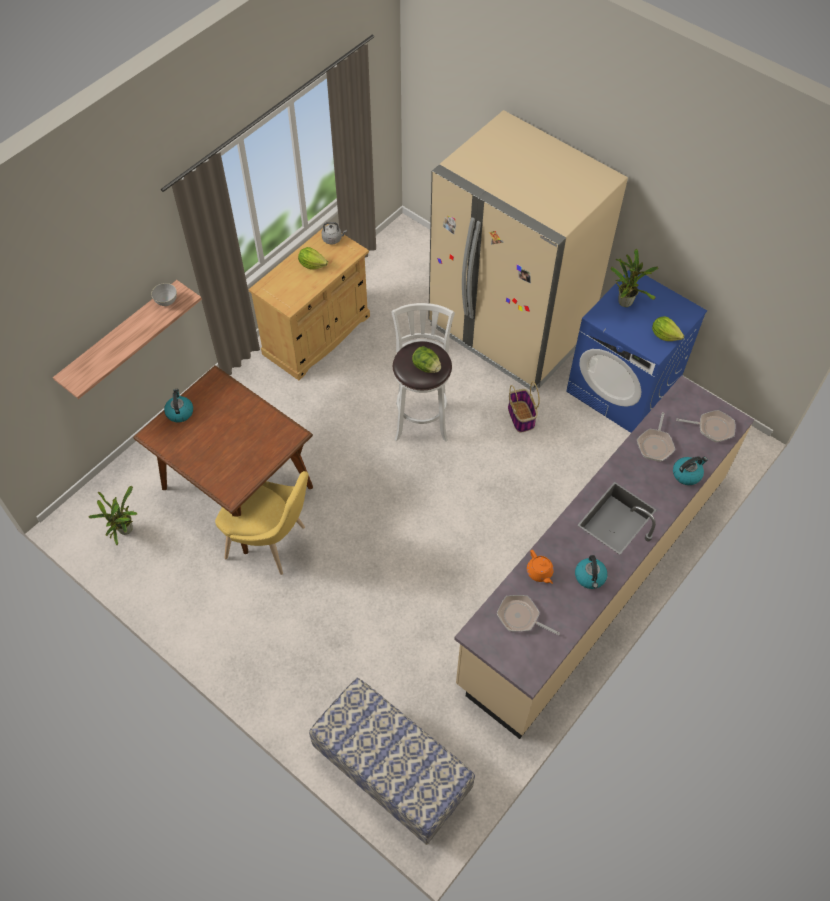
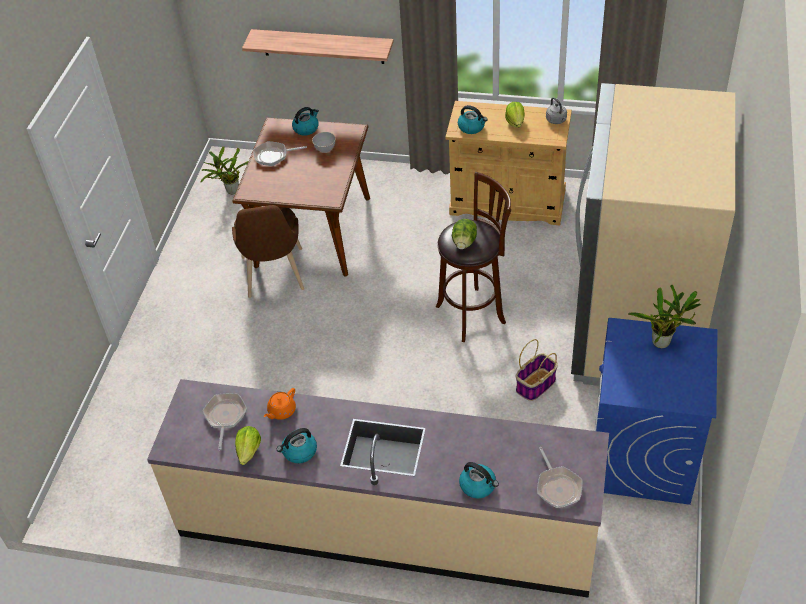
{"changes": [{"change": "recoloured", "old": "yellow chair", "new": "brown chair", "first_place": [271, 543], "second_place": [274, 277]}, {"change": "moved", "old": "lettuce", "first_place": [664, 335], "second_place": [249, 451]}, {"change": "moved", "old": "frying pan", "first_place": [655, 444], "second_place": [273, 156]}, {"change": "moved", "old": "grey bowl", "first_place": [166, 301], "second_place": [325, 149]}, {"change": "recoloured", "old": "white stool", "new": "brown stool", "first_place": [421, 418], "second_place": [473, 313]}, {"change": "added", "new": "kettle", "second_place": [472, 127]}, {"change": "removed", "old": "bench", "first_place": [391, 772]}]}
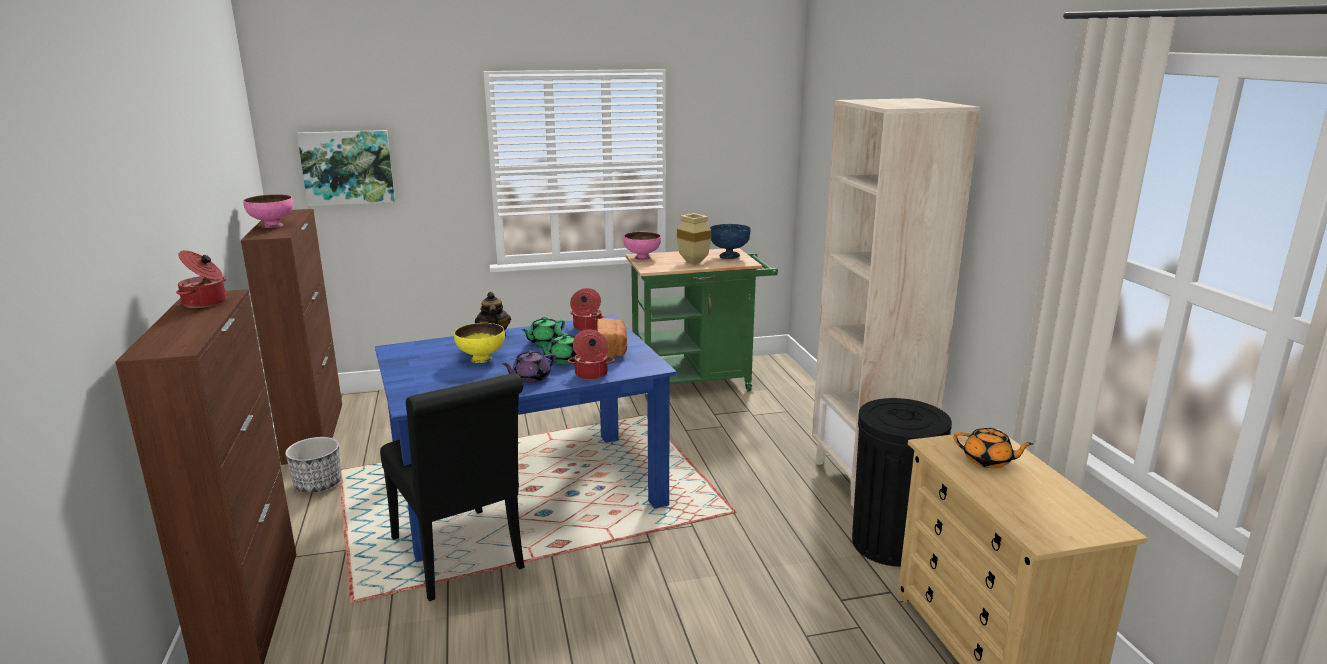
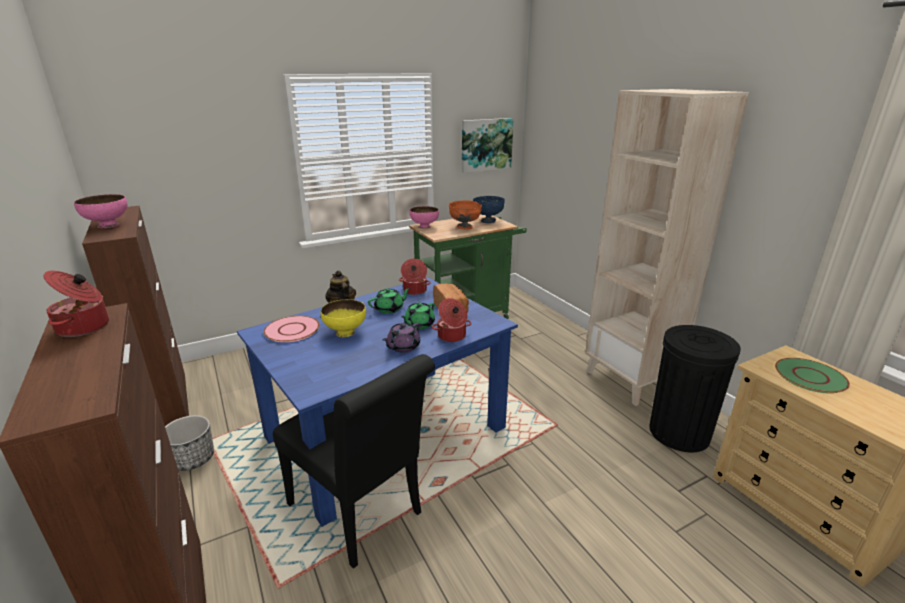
{"changes": [{"change": "added", "new": "pink plate", "second_place": [292, 330]}, {"change": "turned", "old": "green teapot", "first_place": [544, 342], "second_place": [389, 309], "degrees": -150}, {"change": "replaced", "old": "beige vase", "new": "orange bowl", "first_place": [691, 262], "second_place": [464, 227]}, {"change": "moved", "old": "picture", "first_place": [347, 167], "second_place": [486, 144]}, {"change": "replaced", "old": "orange teapot", "new": "green plate", "first_place": [988, 461], "second_place": [810, 376]}]}
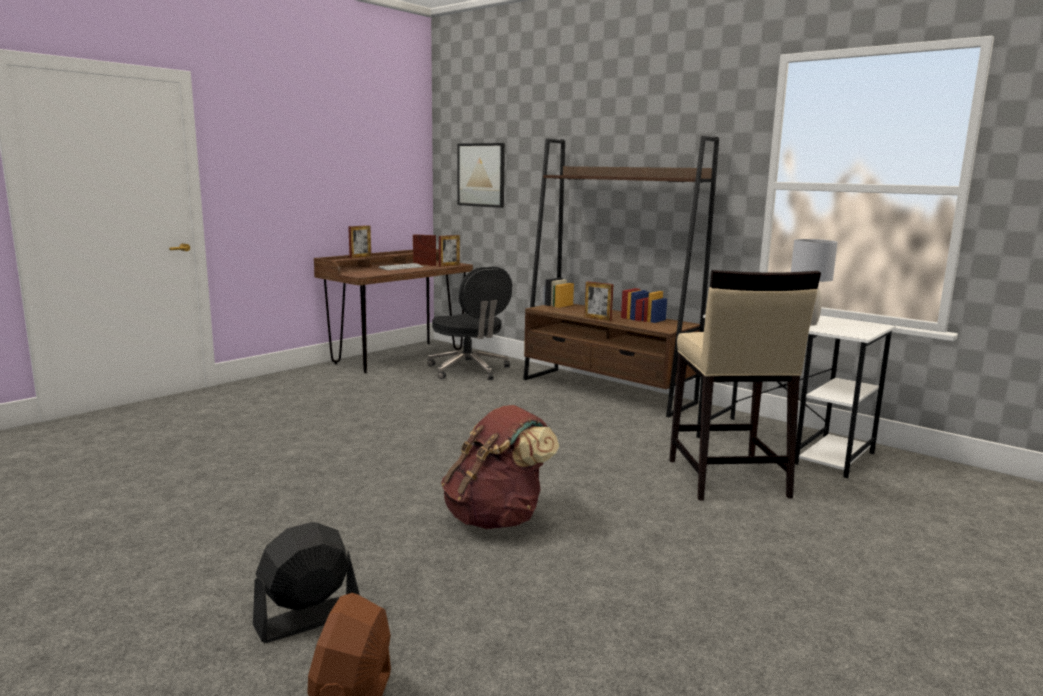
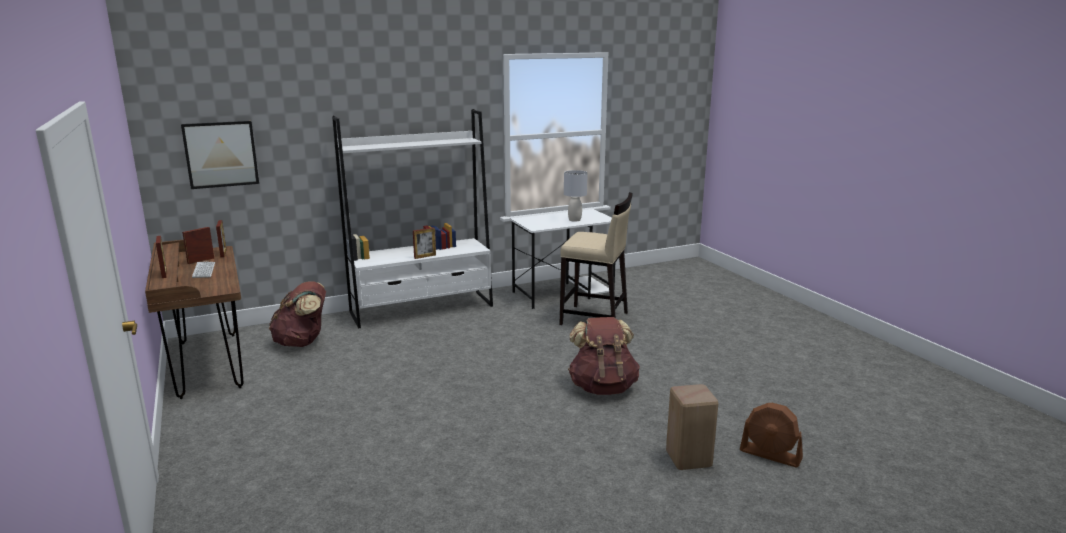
{"changes": [{"change": "replaced", "old": "black office chair", "new": "brown backpack", "first_place": [469, 370], "second_place": [302, 342]}, {"change": "recoloured", "old": "brown bookcase", "new": "white bookcase", "first_place": [607, 391], "second_place": [422, 309]}, {"change": "replaced", "old": "black fan", "new": "beige stool", "first_place": [308, 618], "second_place": [690, 459]}]}
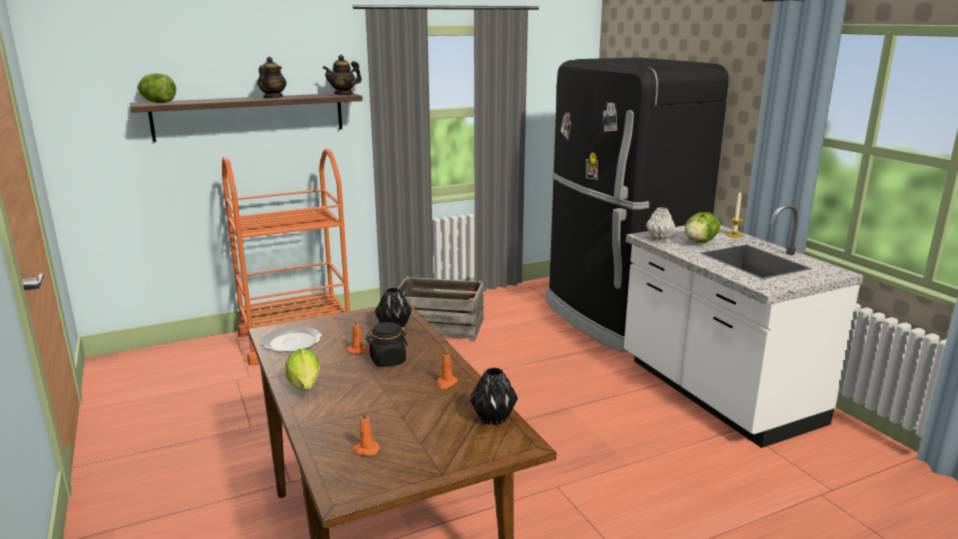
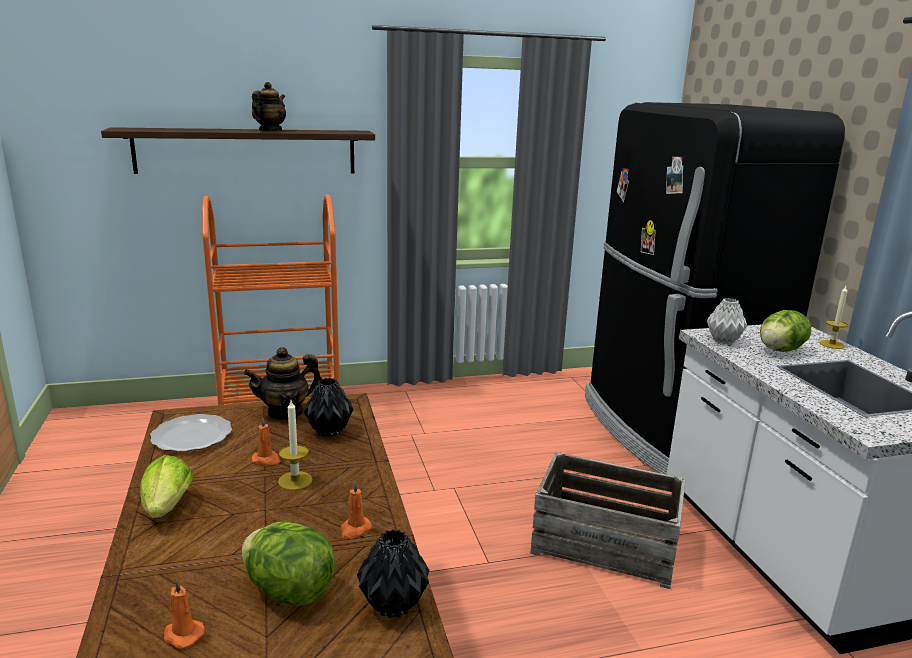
{"changes": [{"change": "moved", "old": "lettuce", "first_place": [158, 103], "second_place": [289, 591]}, {"change": "moved", "old": "teapot", "first_place": [343, 94], "second_place": [286, 412]}, {"change": "replaced", "old": "black jar", "new": "candle", "first_place": [387, 360], "second_place": [295, 481]}, {"change": "moved", "old": "crate", "first_place": [439, 326], "second_place": [605, 542]}]}
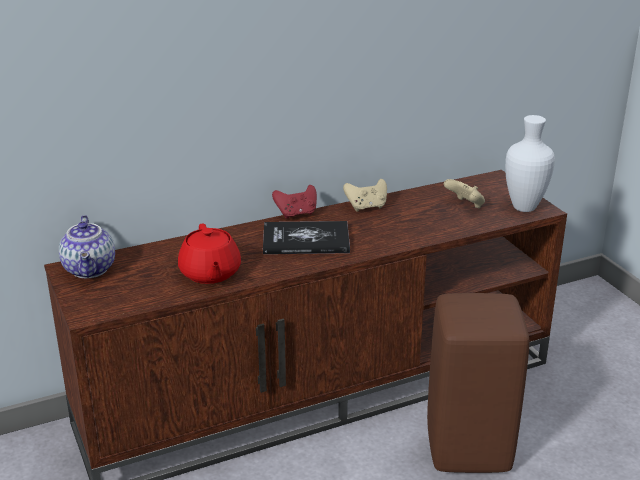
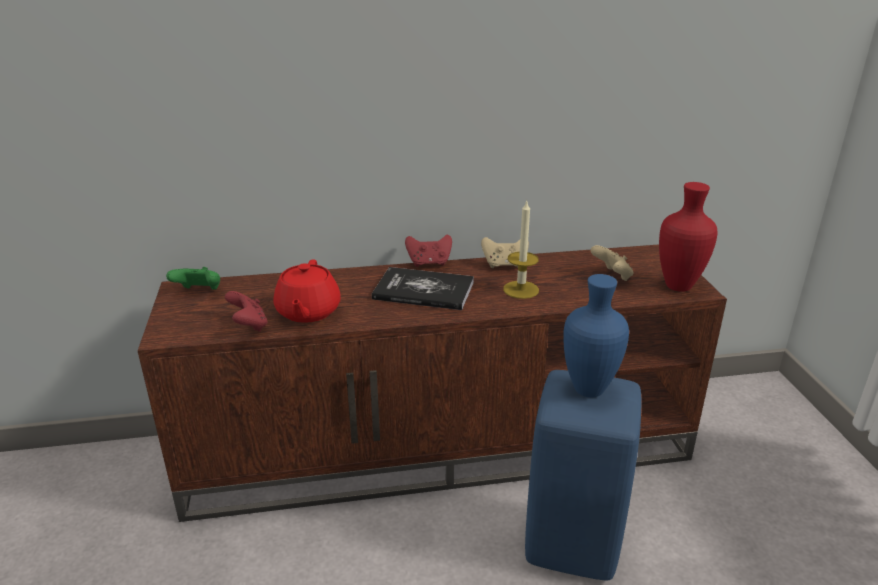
{"changes": [{"change": "replaced", "old": "teapot", "new": "green game controller", "first_place": [91, 269], "second_place": [199, 292]}, {"change": "added", "new": "red game controller", "second_place": [249, 325]}, {"change": "added", "new": "candle", "second_place": [521, 289]}, {"change": "recoloured", "old": "brown stool", "new": "blue stool", "first_place": [469, 448], "second_place": [574, 543]}, {"change": "added", "new": "blue vase", "second_place": [588, 391]}, {"change": "recoloured", "old": "white vase", "new": "red vase", "first_place": [525, 208], "second_place": [679, 287]}]}
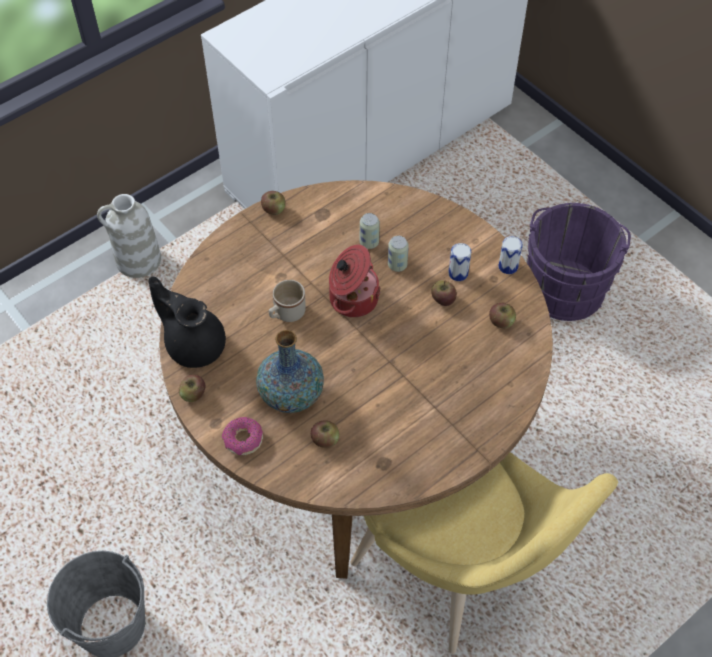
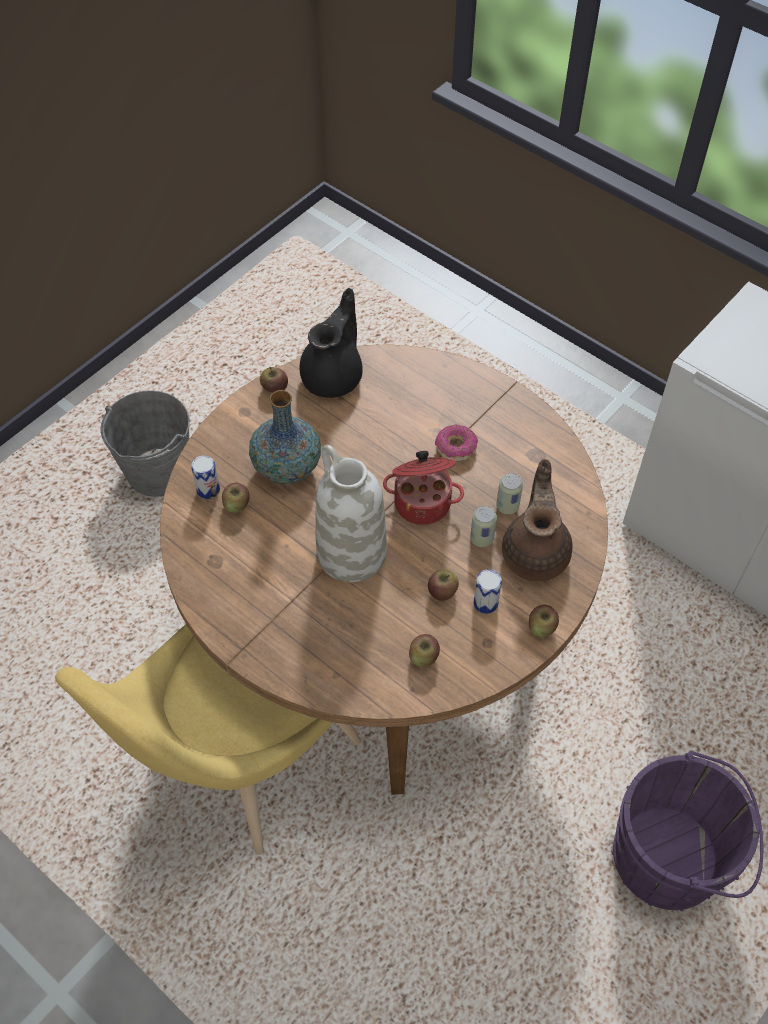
{"changes": [{"change": "moved", "old": "can", "first_place": [508, 266], "second_place": [208, 490]}, {"change": "moved", "old": "white vase", "first_place": [138, 261], "second_place": [350, 552]}, {"change": "moved", "old": "donut", "first_place": [243, 440], "second_place": [456, 447]}, {"change": "added", "new": "brown teapot", "second_place": [536, 552]}, {"change": "moved", "old": "apple", "first_place": [274, 209], "second_place": [541, 627]}, {"change": "removed", "old": "beige mug", "first_place": [286, 314]}]}
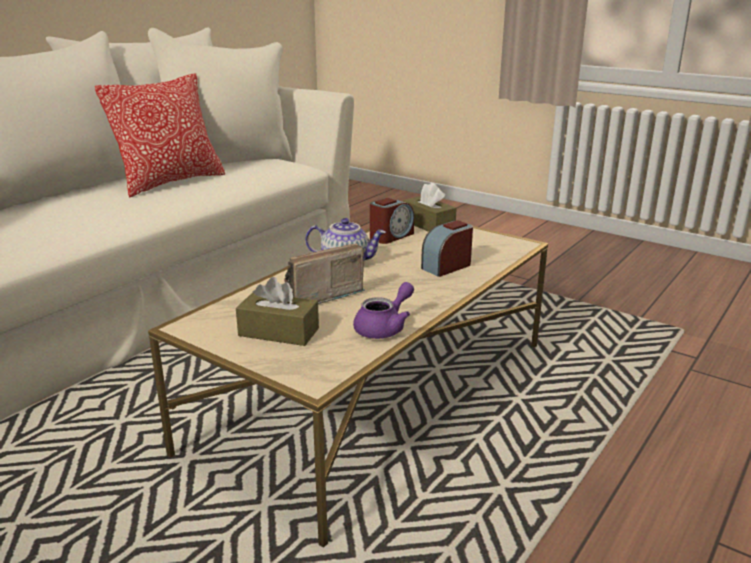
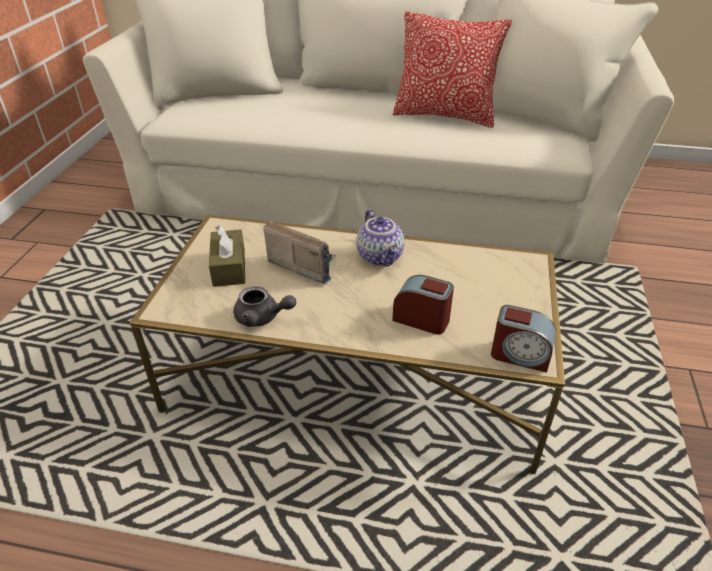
{"changes": [{"change": "recoloured", "old": "purple teapot", "new": "grey teapot", "first_place": [384, 328], "second_place": [262, 317]}, {"change": "moved", "old": "alarm clock", "first_place": [391, 236], "second_place": [520, 355]}, {"change": "removed", "old": "brown tissue box", "first_place": [428, 225]}]}
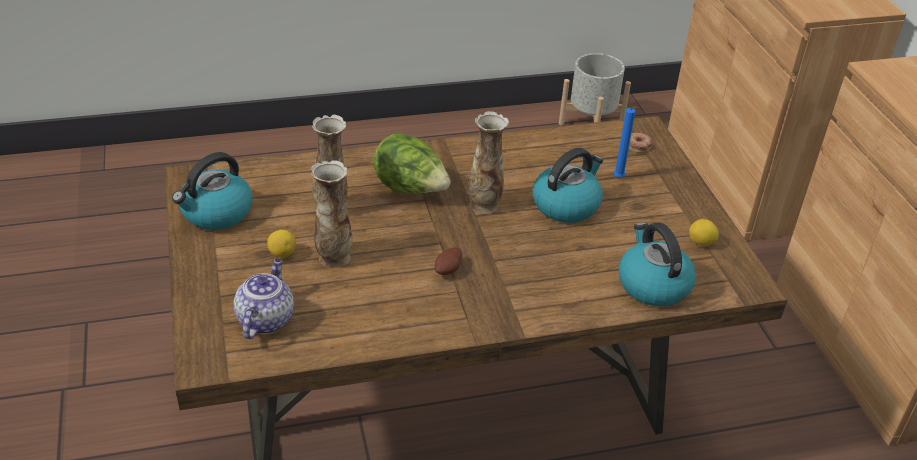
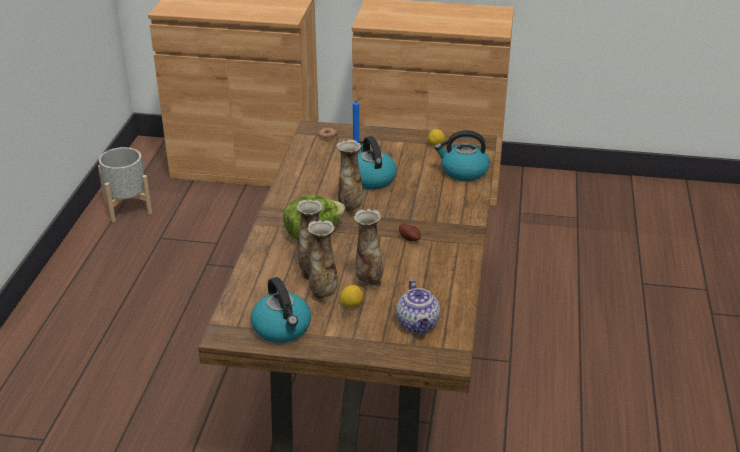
{"changes": [{"change": "added", "new": "vase", "second_place": [323, 294]}, {"change": "turned", "old": "teapot", "first_place": [265, 319], "second_place": [418, 324], "degrees": -135}]}
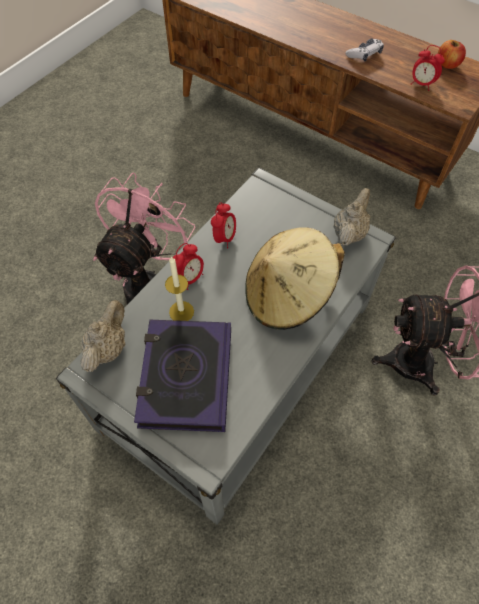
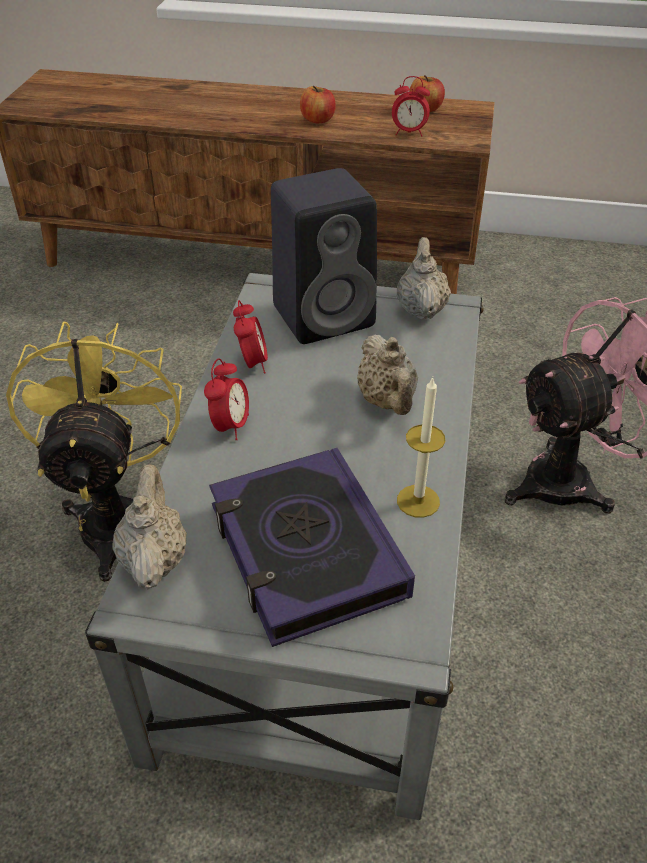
{"changes": [{"change": "recoloured", "old": "pink fan", "new": "yellow fan", "first_place": [148, 281], "second_place": [116, 515]}, {"change": "added", "new": "black speaker", "second_place": [326, 315]}, {"change": "replaced", "old": "game controller", "new": "apple", "first_place": [364, 55], "second_place": [317, 120]}, {"change": "replaced", "old": "beige hat", "new": "beige teapot", "first_place": [287, 295], "second_place": [387, 401]}, {"change": "moved", "old": "candle", "first_place": [181, 312], "second_place": [418, 501]}]}
